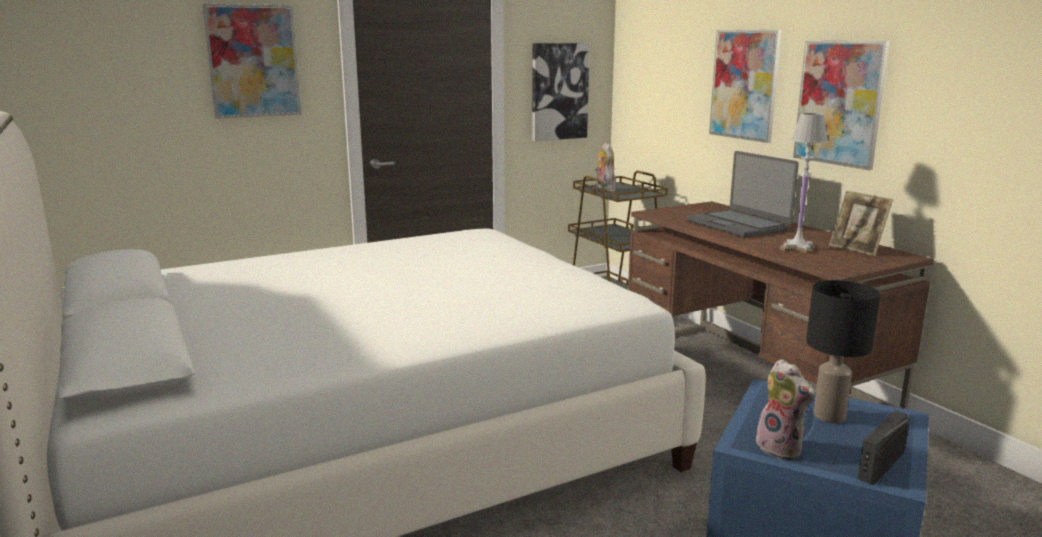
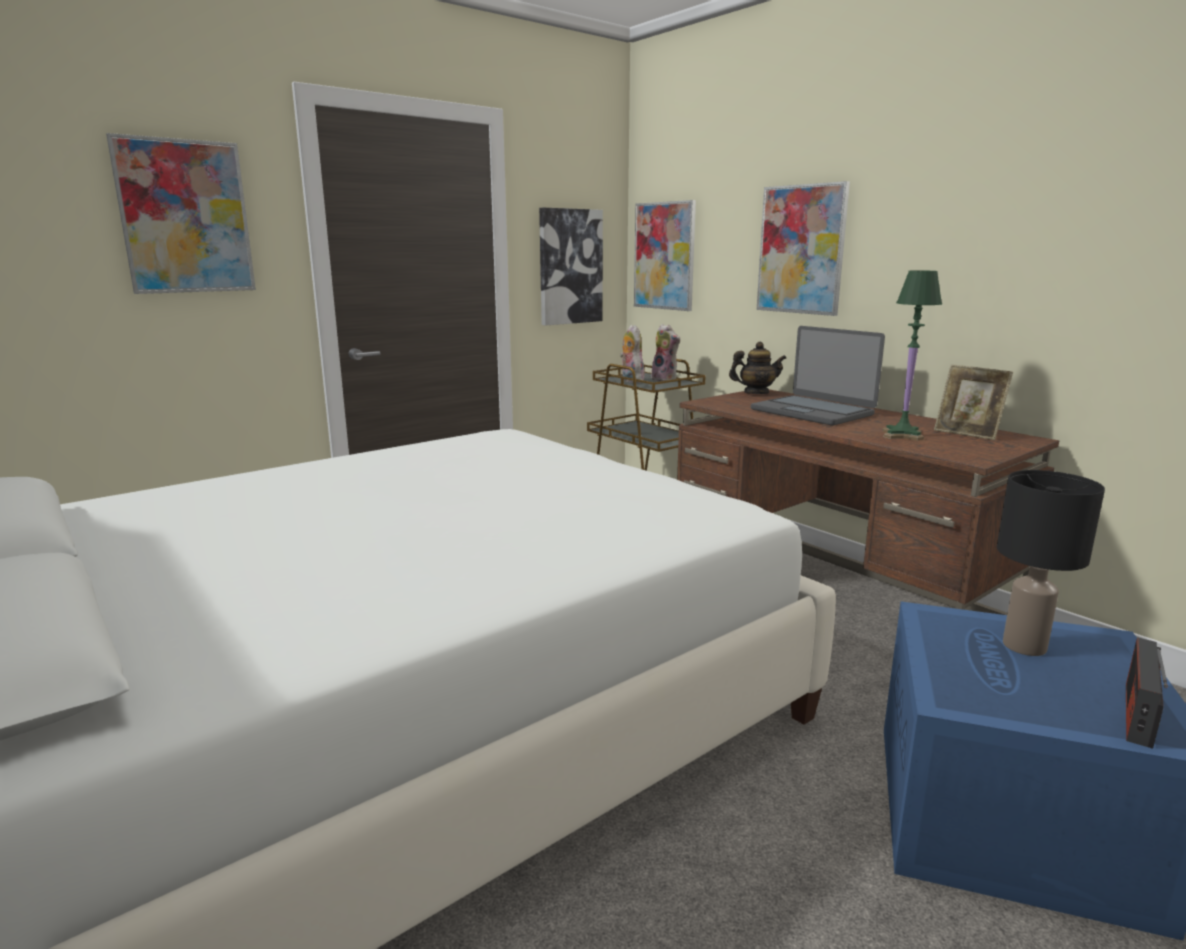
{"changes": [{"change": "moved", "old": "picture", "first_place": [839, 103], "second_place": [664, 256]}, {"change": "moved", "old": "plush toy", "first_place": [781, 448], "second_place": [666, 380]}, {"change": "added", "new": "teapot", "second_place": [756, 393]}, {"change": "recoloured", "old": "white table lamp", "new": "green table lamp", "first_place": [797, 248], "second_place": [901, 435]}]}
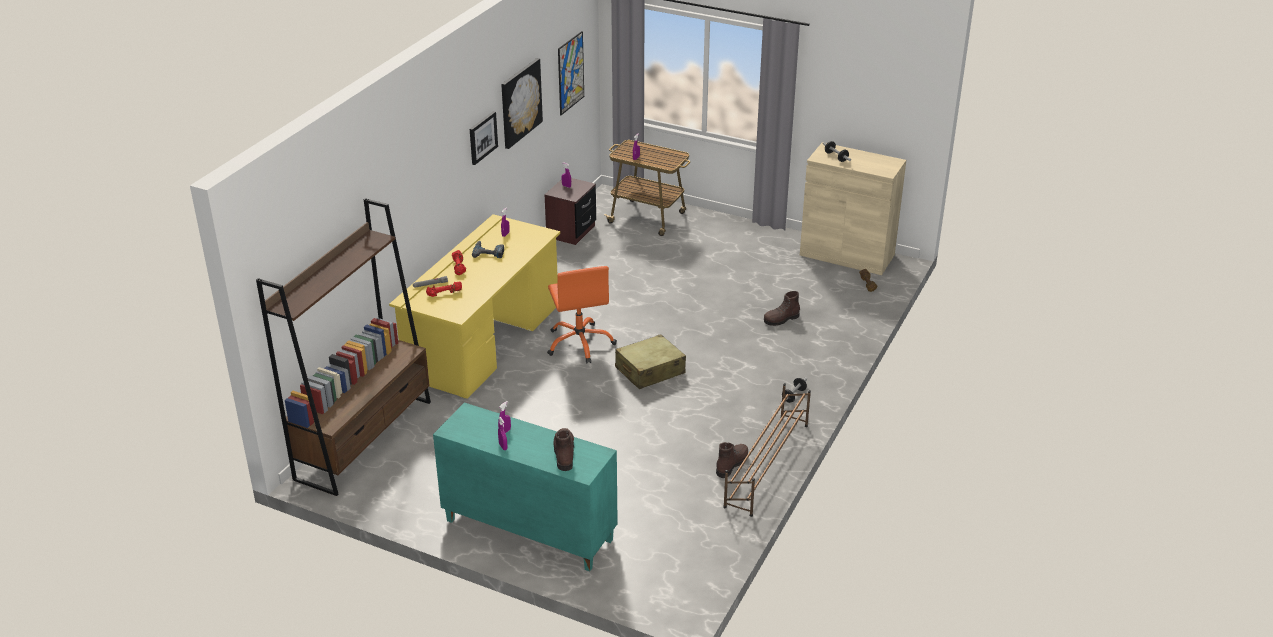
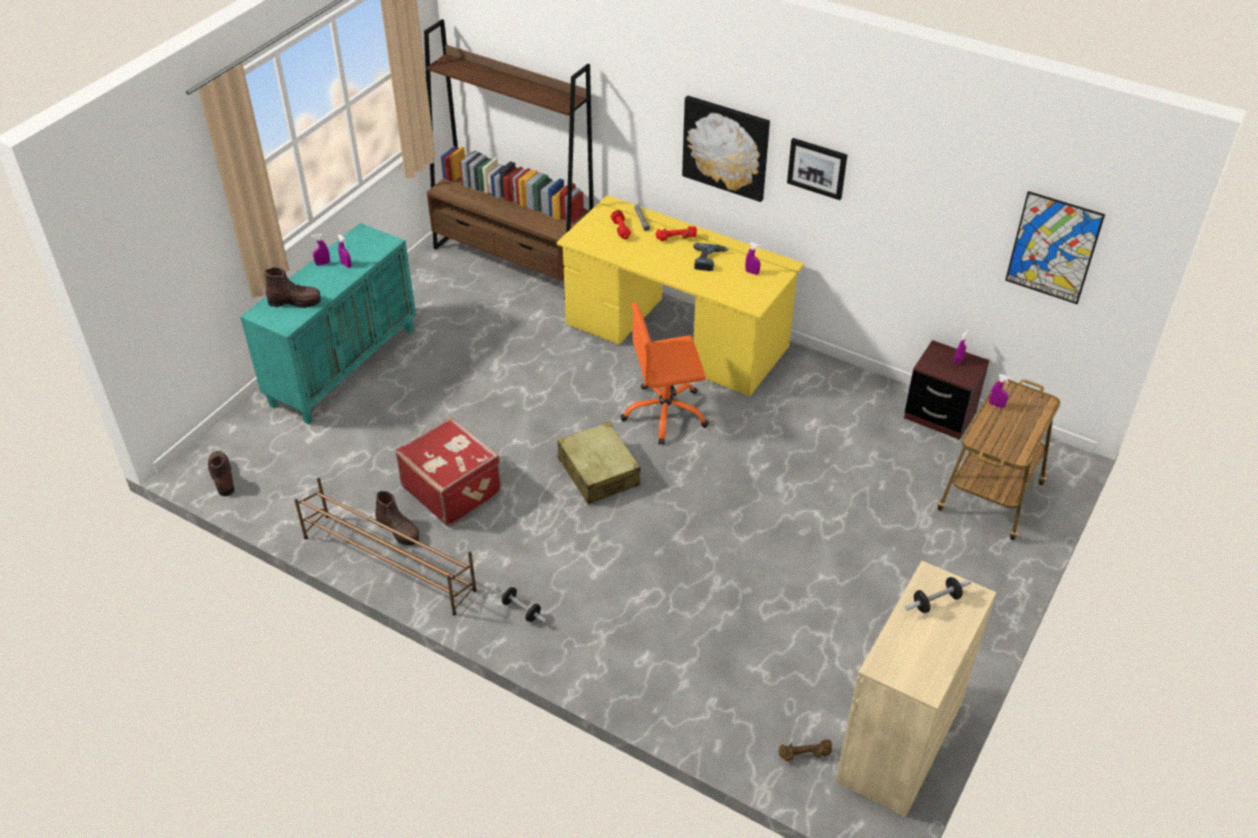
{"changes": [{"change": "moved", "old": "brown boot", "first_place": [781, 319], "second_place": [222, 477]}, {"change": "added", "new": "red suitcase", "second_place": [452, 489]}, {"change": "moved", "old": "picture", "first_place": [520, 102], "second_place": [726, 147]}]}
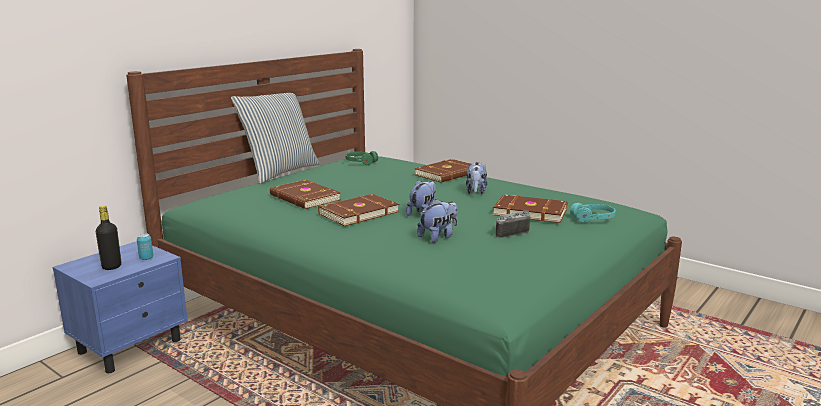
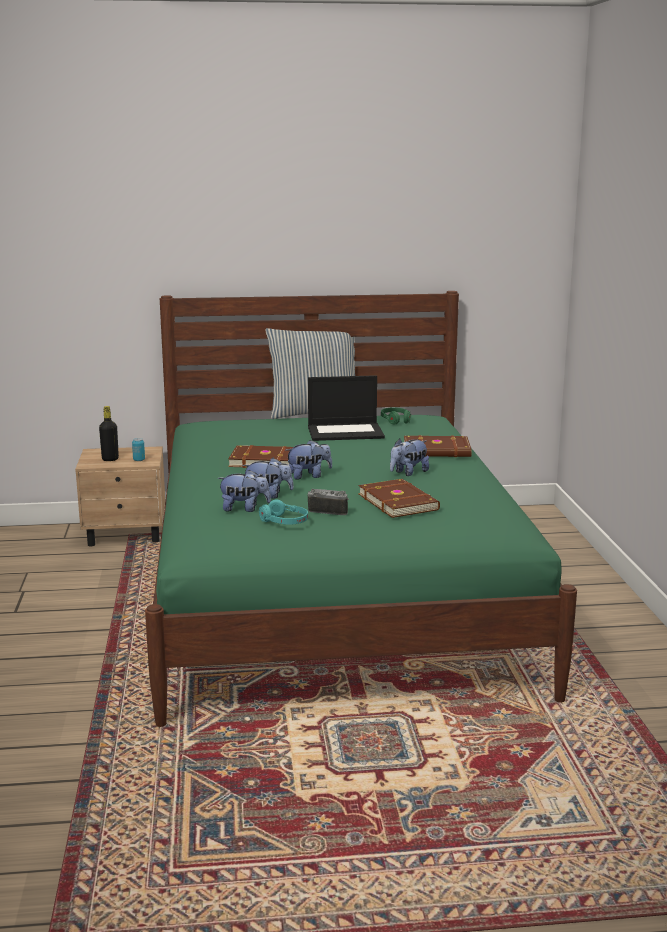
{"changes": [{"change": "recoloured", "old": "blue nightstand", "new": "beige nightstand", "first_place": [131, 346], "second_place": [126, 534]}, {"change": "added", "new": "plush toy", "second_place": [244, 509]}, {"change": "moved", "old": "turquoise headphones", "first_place": [593, 218], "second_place": [284, 522]}, {"change": "added", "new": "laptop", "second_place": [346, 432]}, {"change": "removed", "old": "brown book", "first_place": [304, 198]}]}
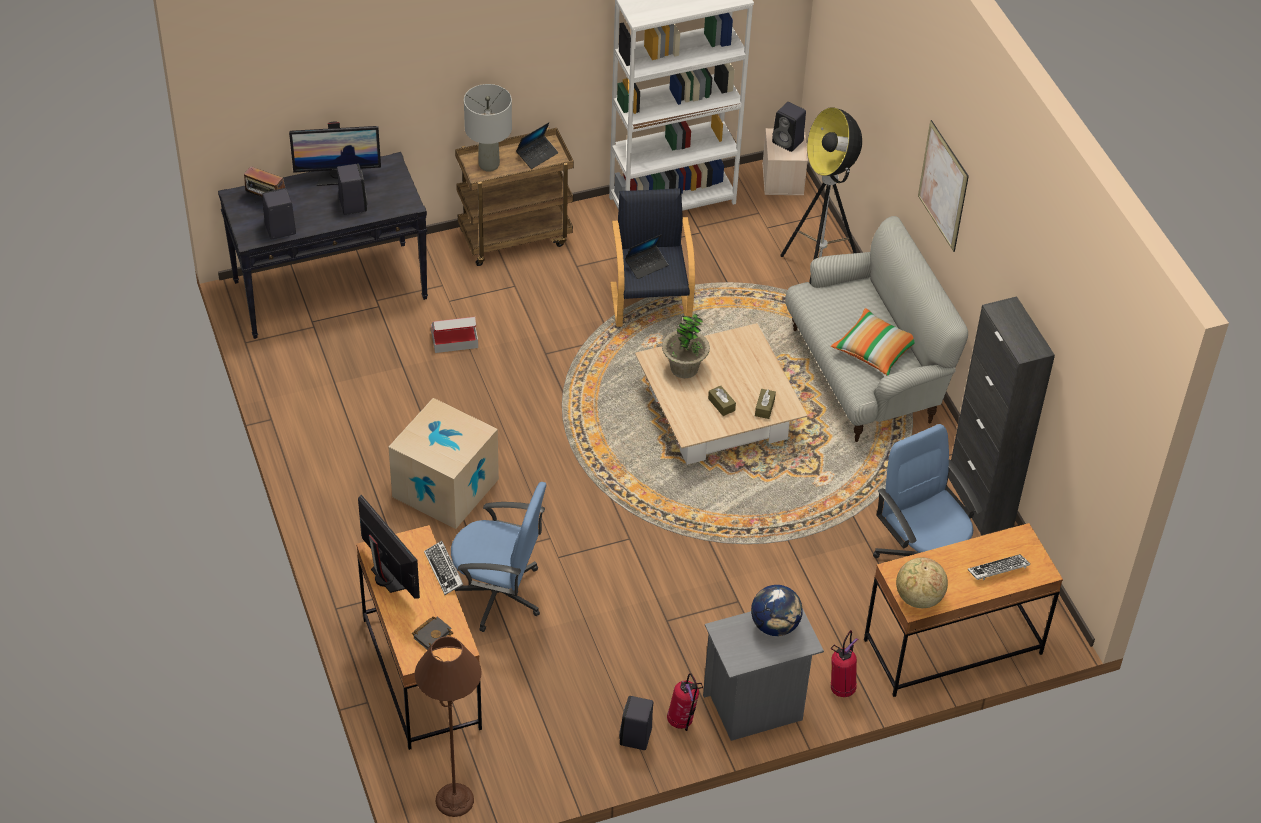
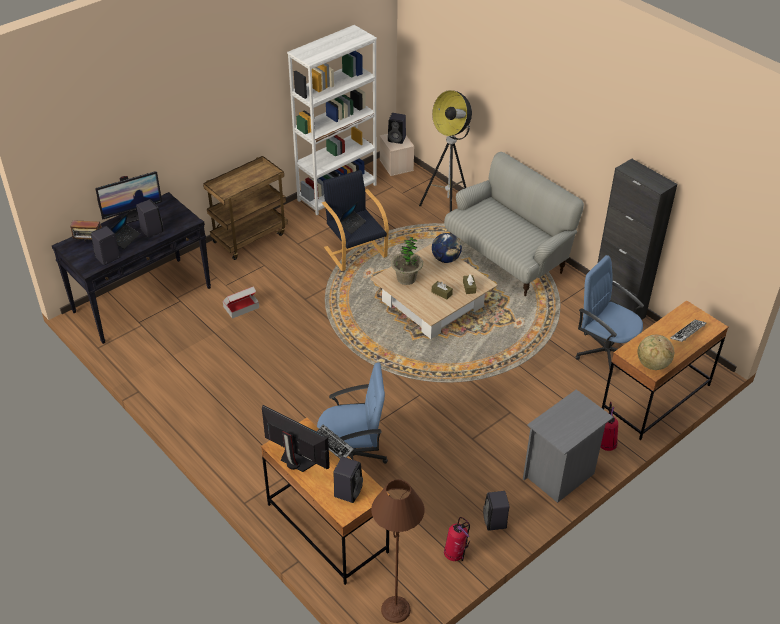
{"changes": [{"change": "moved", "old": "laptop", "first_place": [537, 155], "second_place": [125, 239]}, {"change": "replaced", "old": "black book", "new": "black speaker", "first_place": [432, 634], "second_place": [348, 491]}, {"change": "moved", "old": "globe", "first_place": [775, 625], "second_place": [446, 259]}, {"change": "moved", "old": "fire extinguisher", "first_place": [682, 722], "second_place": [455, 555]}, {"change": "removed", "old": "cardboard box", "first_place": [445, 488]}, {"change": "removed", "old": "grey table lamp", "first_place": [488, 165]}, {"change": "removed", "old": "pillow", "first_place": [875, 350]}, {"change": "removed", "old": "picture", "first_place": [943, 186]}]}
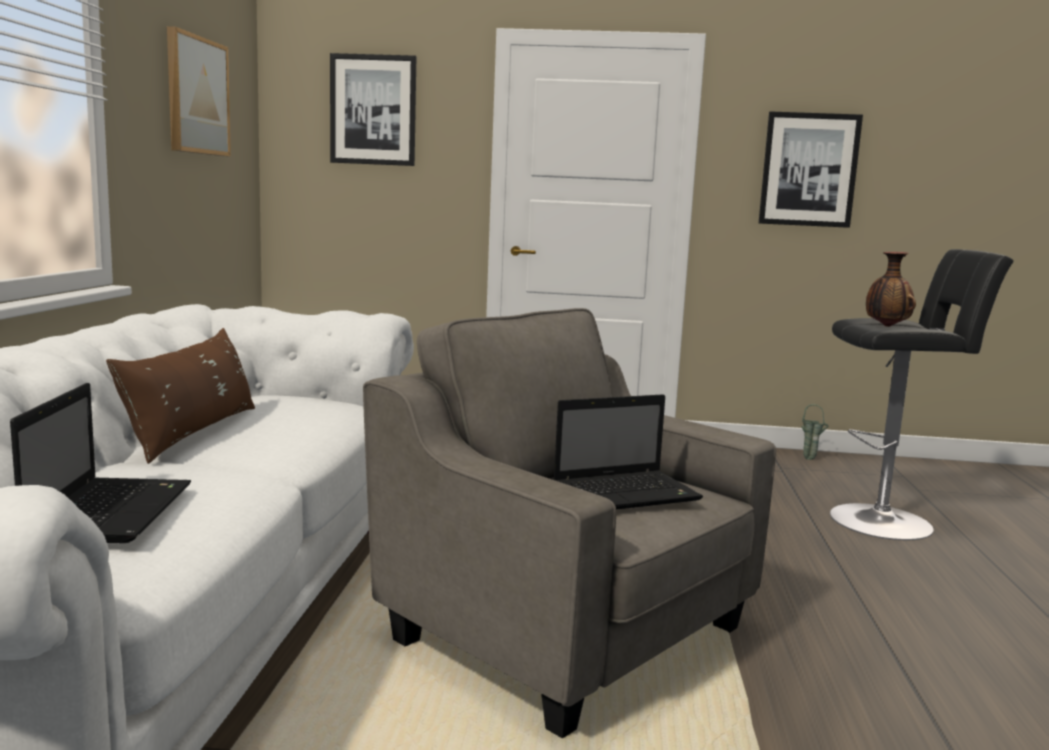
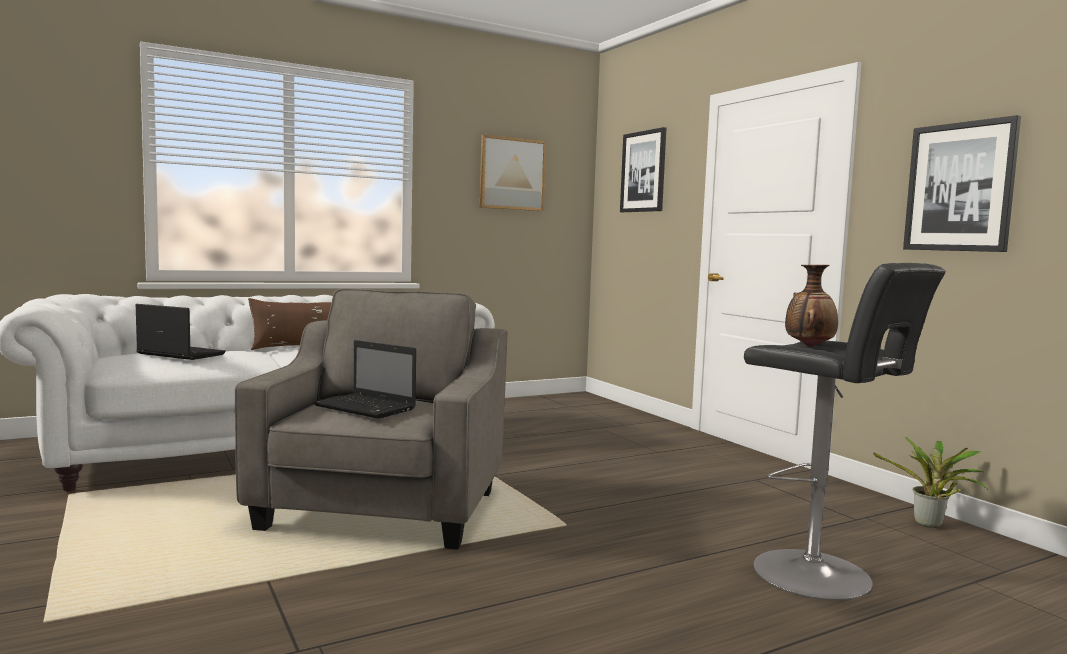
{"changes": [{"change": "turned", "old": "laptop", "first_place": [111, 510], "second_place": [179, 354], "degrees": -120}, {"change": "replaced", "old": "green vase", "new": "potted plant", "first_place": [810, 459], "second_place": [929, 525]}]}
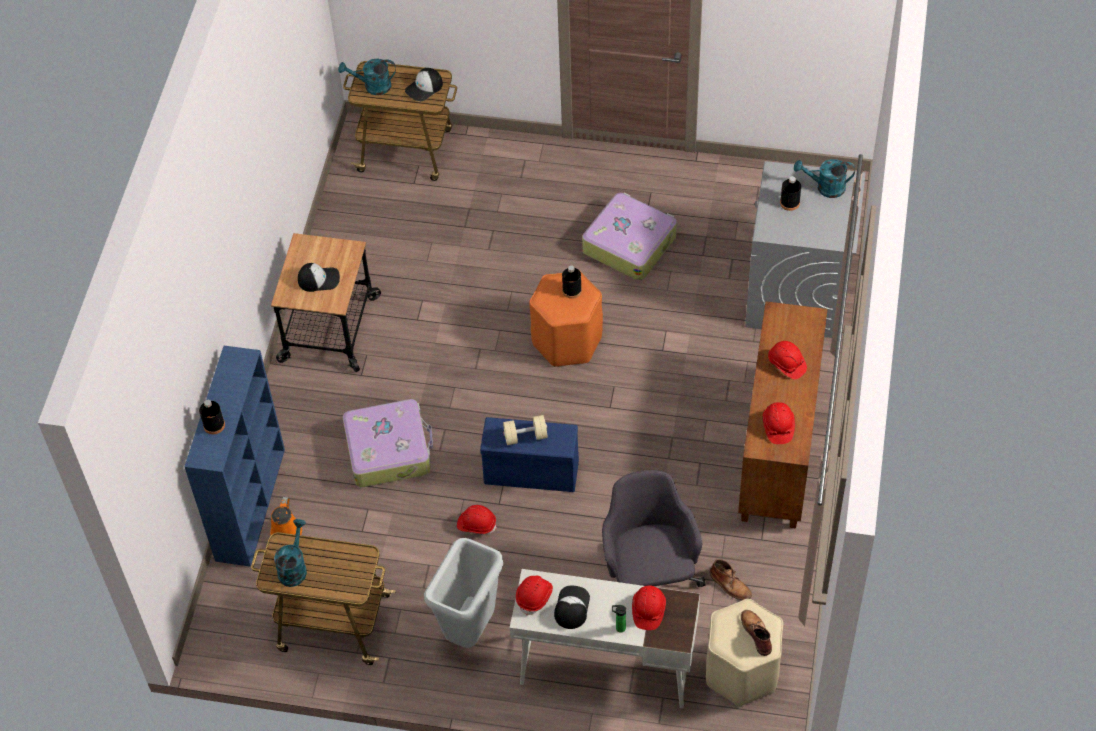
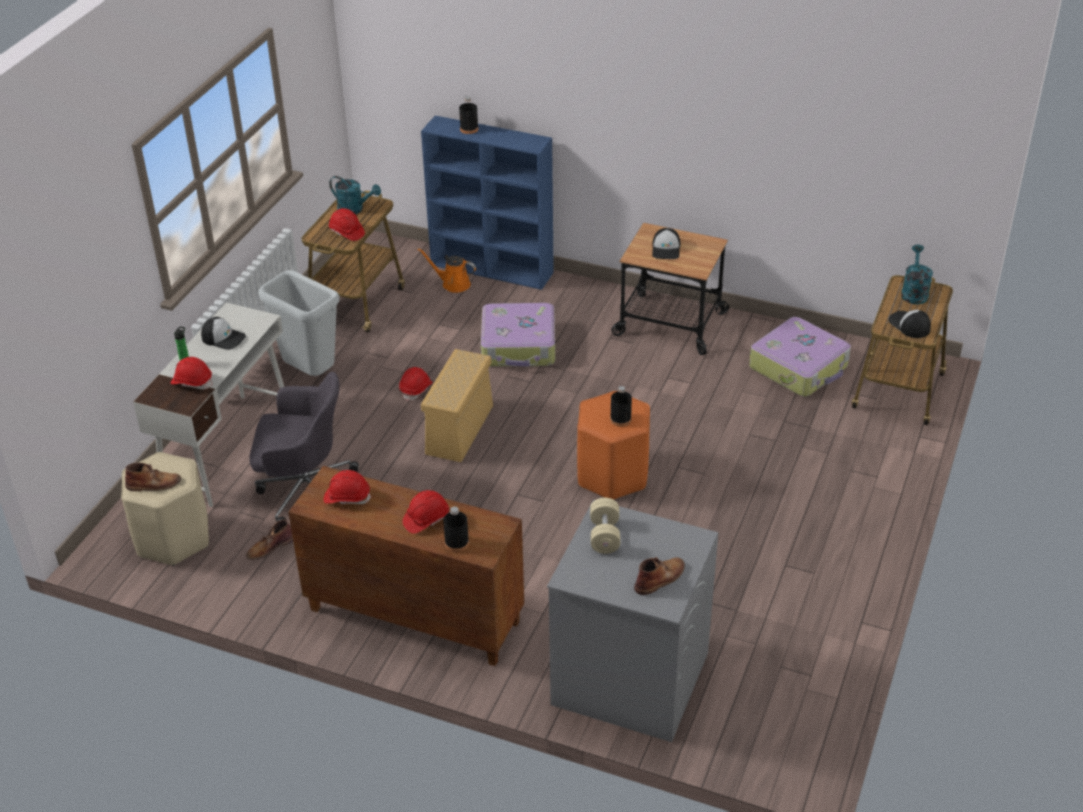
{"changes": [{"change": "moved", "old": "red hard hat", "first_place": [535, 597], "second_place": [346, 232]}, {"change": "recoloured", "old": "blue storage box", "new": "beige storage box", "first_place": [529, 472], "second_place": [460, 429]}, {"change": "moved", "old": "black bottle", "first_place": [789, 203], "second_place": [456, 543]}, {"change": "moved", "old": "beige dumbbell", "first_place": [525, 436], "second_place": [604, 535]}, {"change": "replaced", "old": "turquoise watering can", "new": "brown boot", "first_place": [825, 187], "second_place": [660, 578]}, {"change": "moved", "old": "suitcase", "first_place": [629, 243], "second_place": [799, 367]}]}
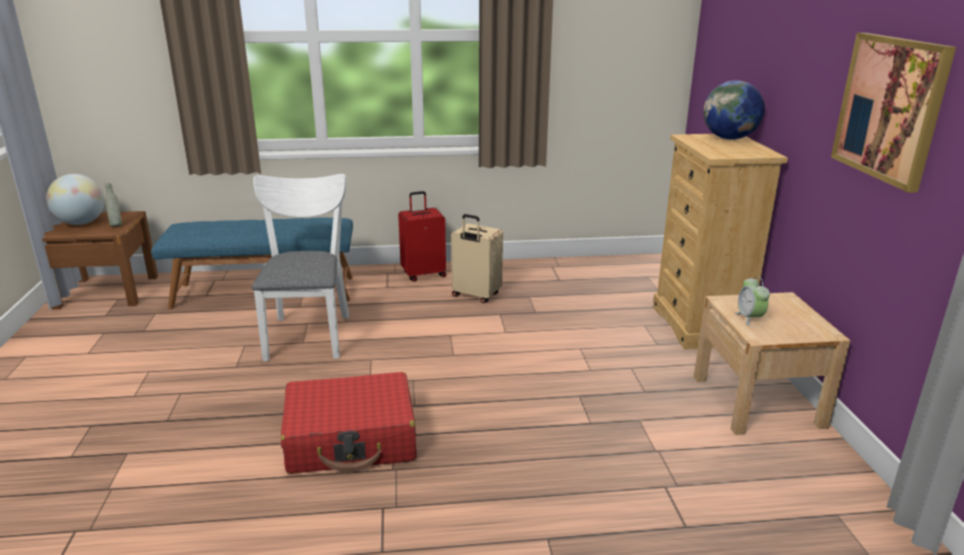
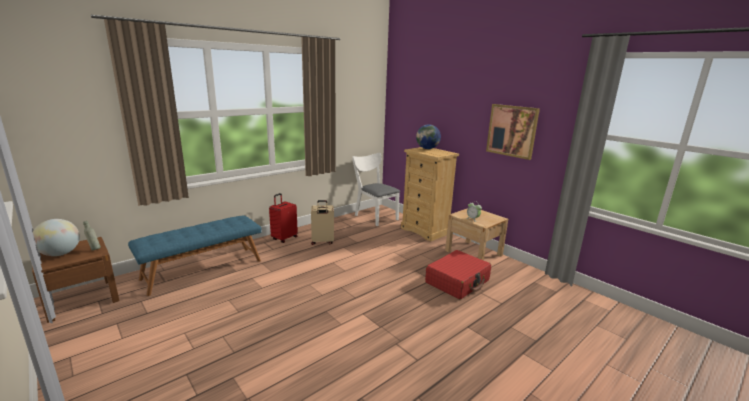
{"changes": [{"change": "moved", "old": "white chair", "first_place": [309, 333], "second_place": [374, 216]}, {"change": "moved", "old": "red suitcase", "first_place": [351, 439], "second_place": [457, 281]}]}
